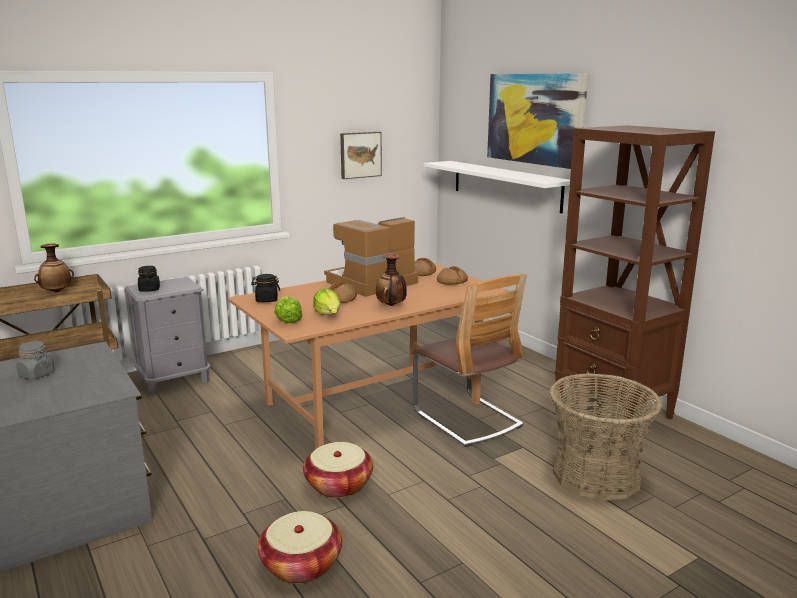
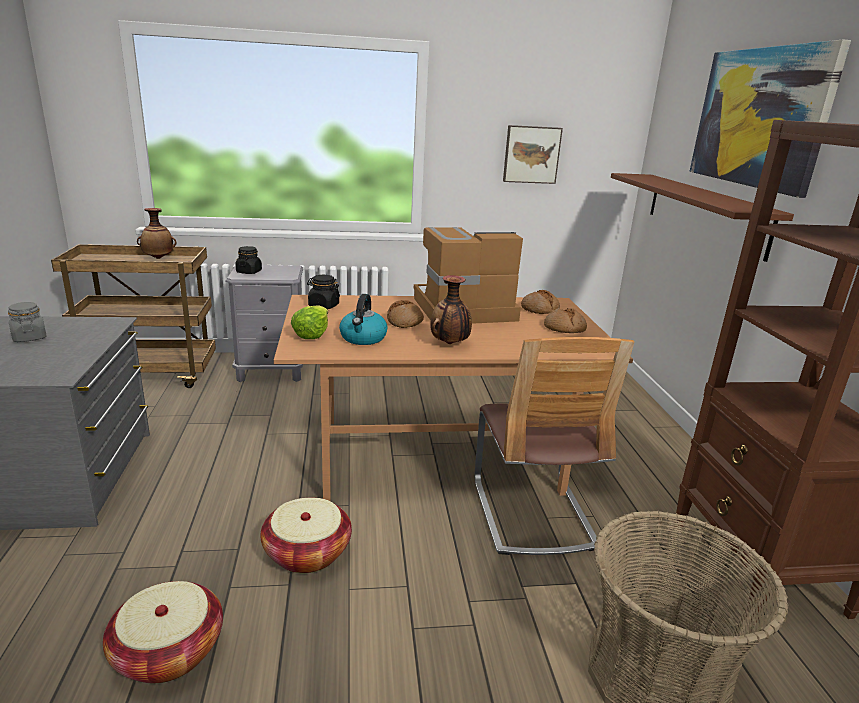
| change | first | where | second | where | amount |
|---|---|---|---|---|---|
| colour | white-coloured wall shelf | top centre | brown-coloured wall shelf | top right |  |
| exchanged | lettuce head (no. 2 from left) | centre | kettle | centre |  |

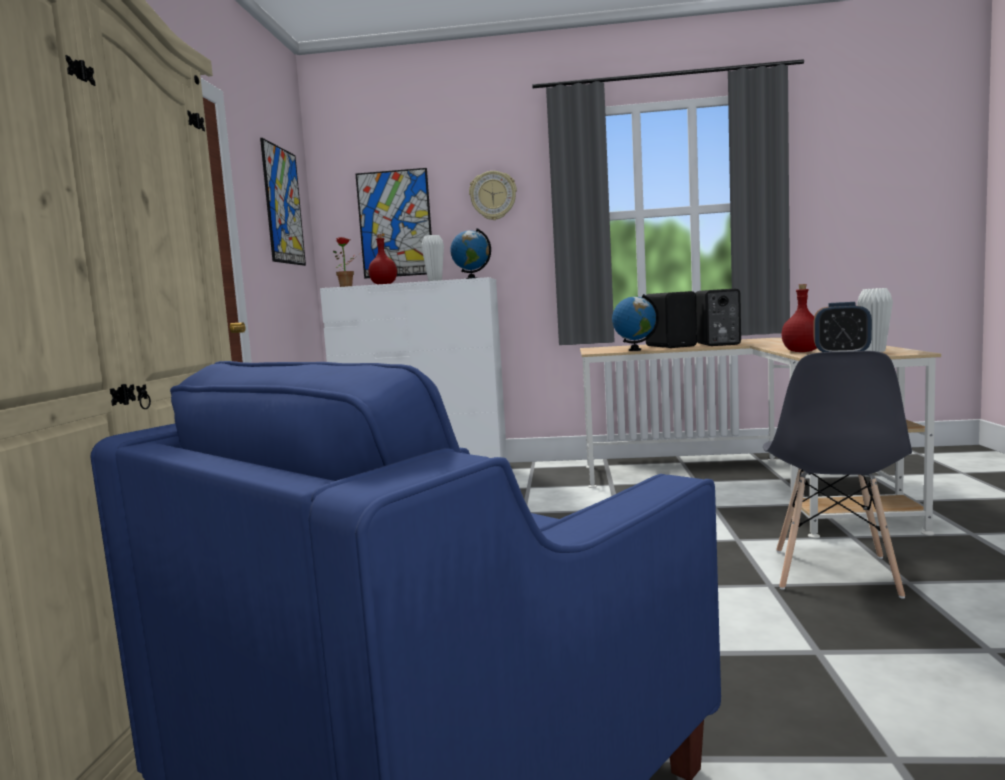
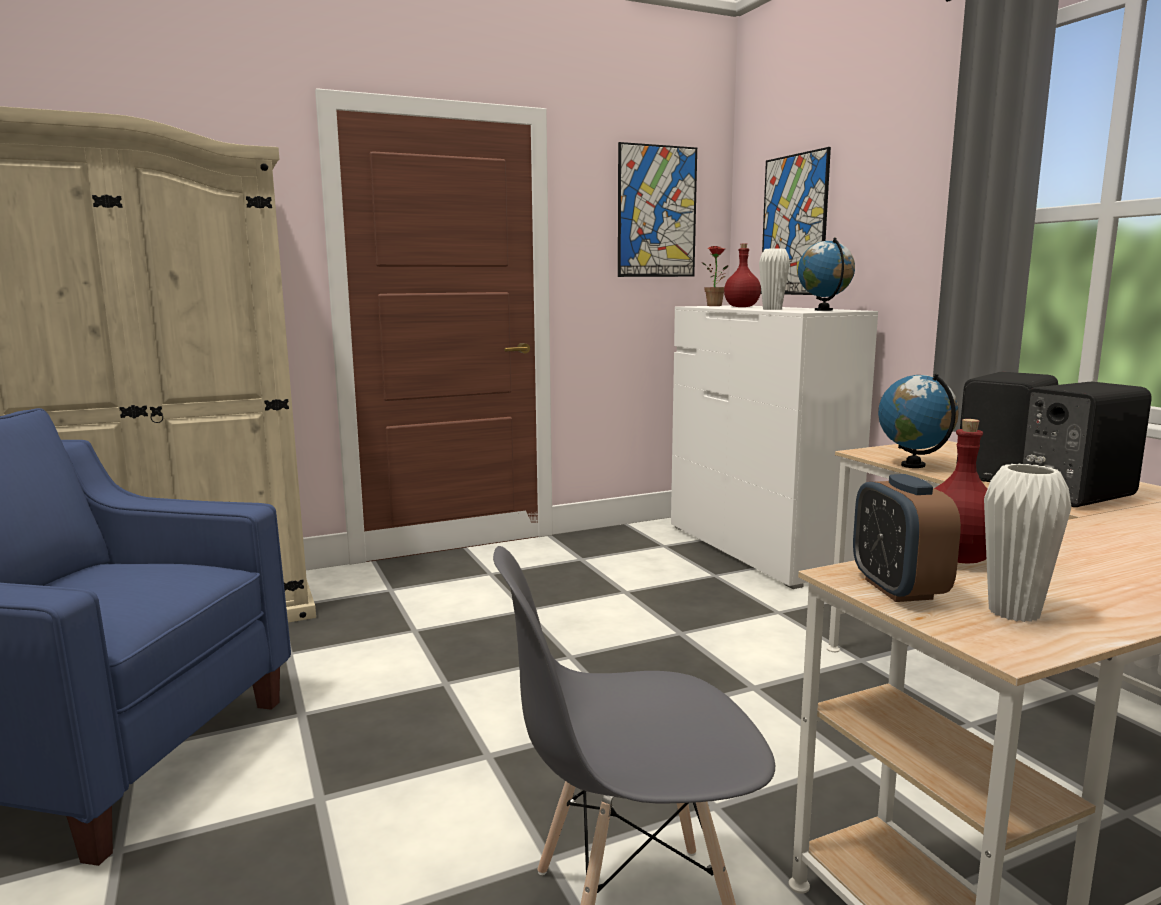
| change | first | where | second | where | amount |
|---|---|---|---|---|---|
| missing | clock on the wall | top centre |  |  |  |

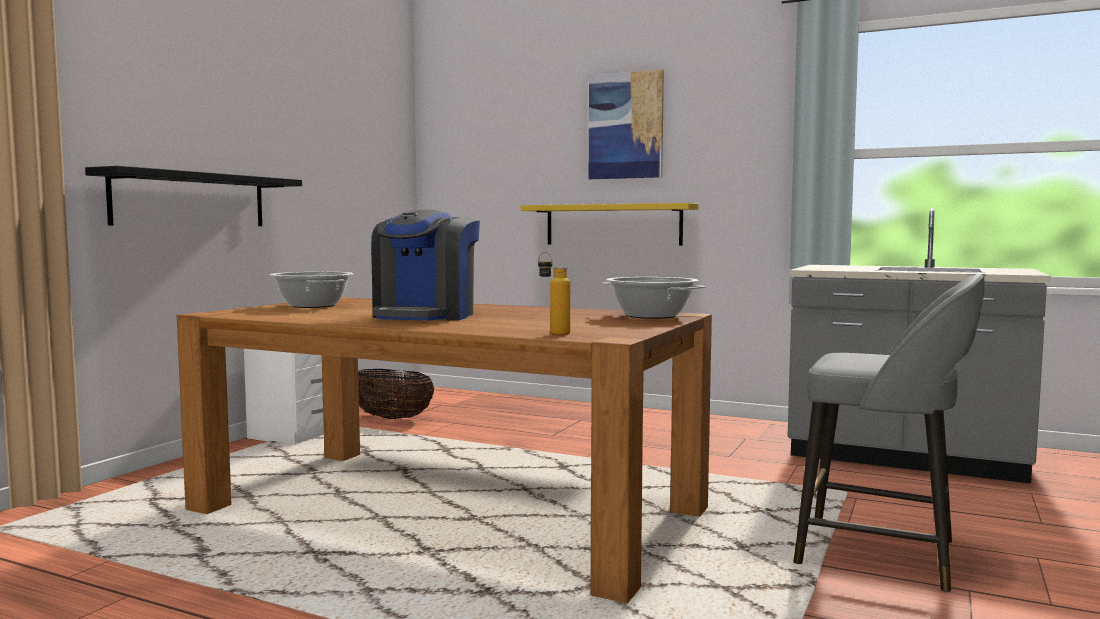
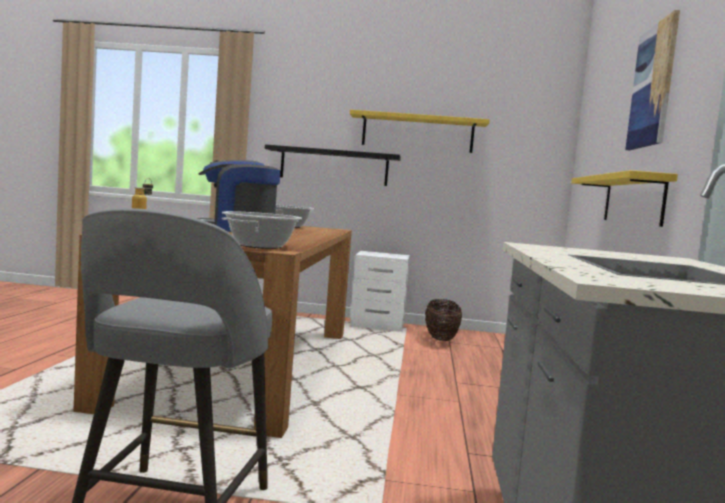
| change | first | where | second | where | amount |
|---|---|---|---|---|---|
| appeared |  |  | yellow wall shelf (no. 1 from left) | top centre |  |

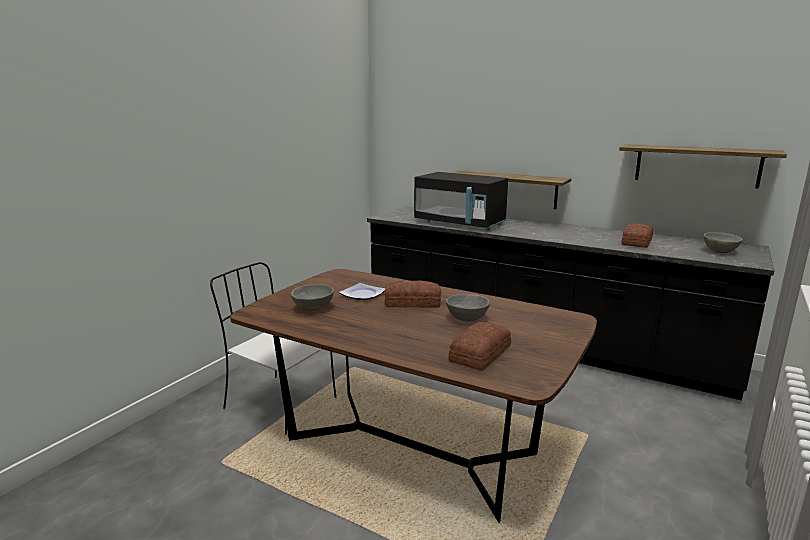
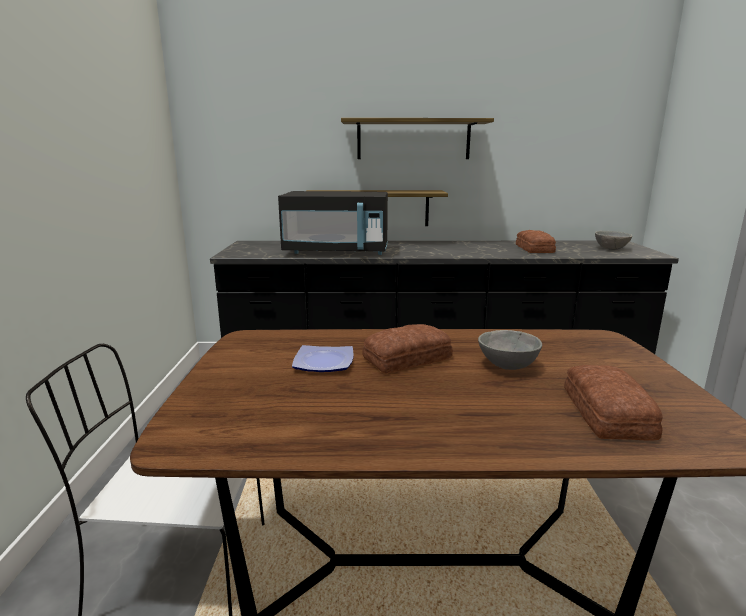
| change | first | where | second | where | amount |
|---|---|---|---|---|---|
| relocated | wall shelf (no. 2 from left) | top right |  | top centre |  |
| missing | greyish serving bowl (no. 1 from left) | centre |  |  |  |

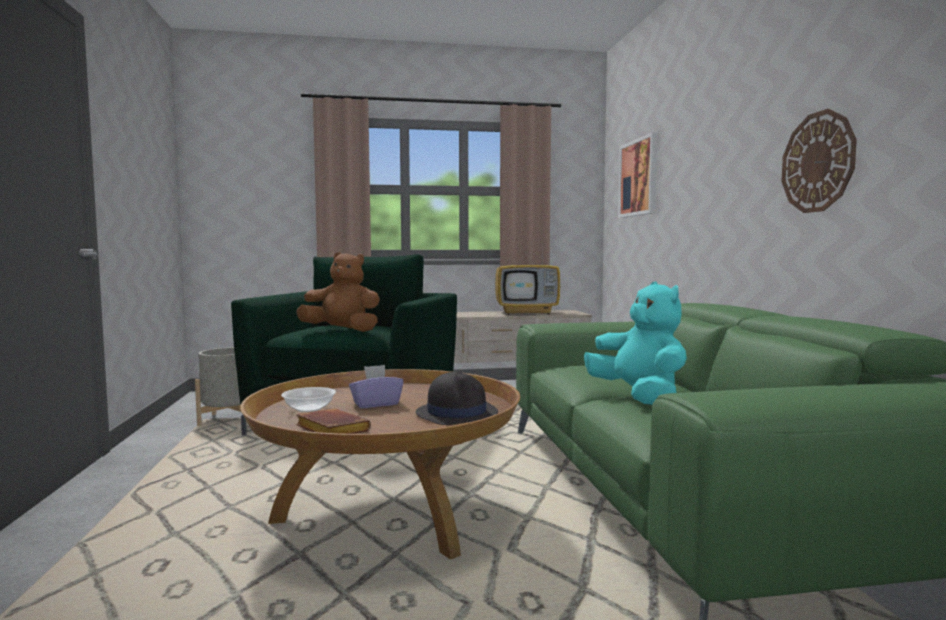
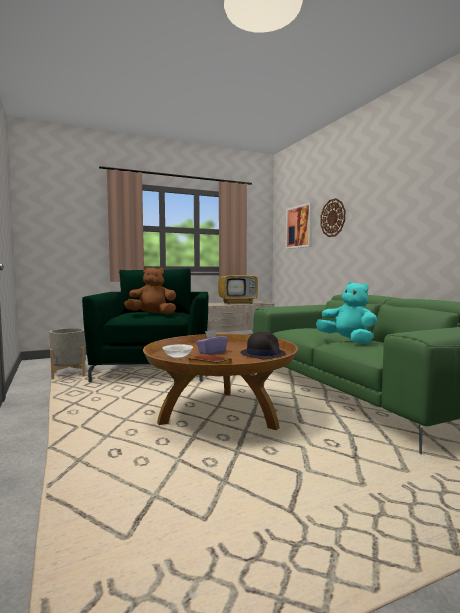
| change | first | where | second | where | amount |
|---|---|---|---|---|---|
| relocated | clock on the wall | top right |  | middle right |  |

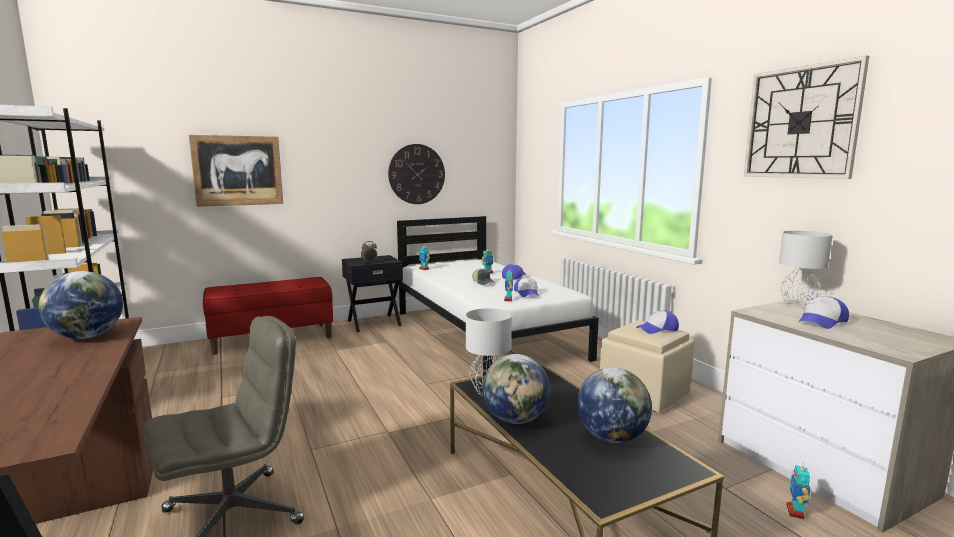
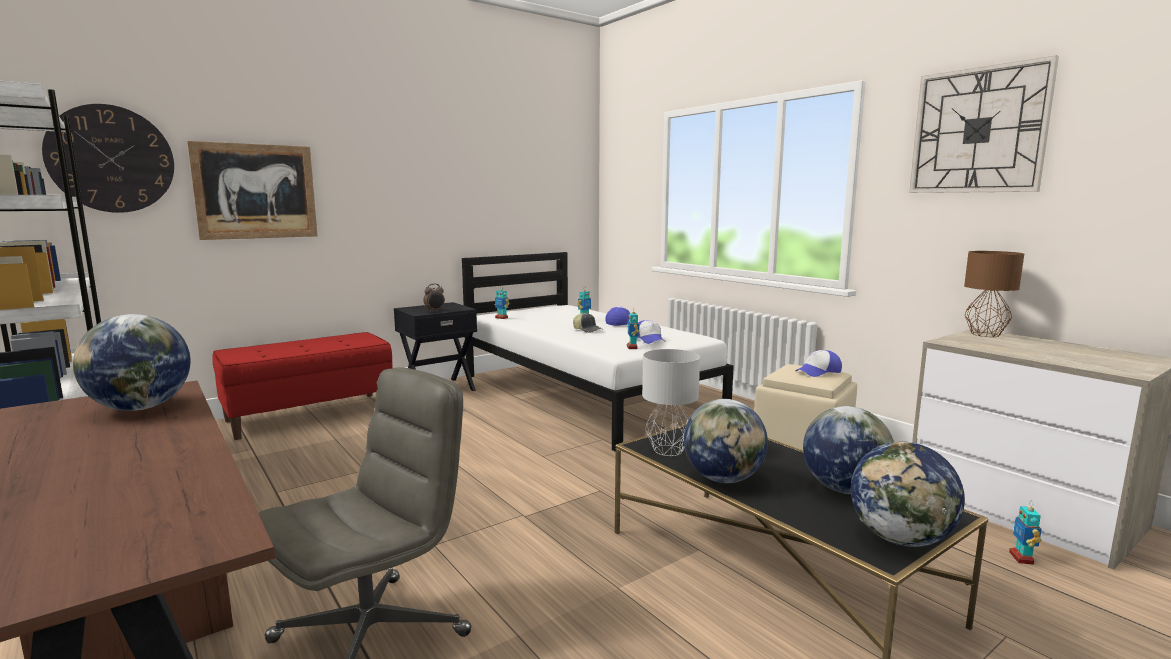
| change | first | where | second | where | amount |
|---|---|---|---|---|---|
| relocated | clock on the wall (no. 1 from left) | top centre |  | top left |  |
| colour | greyish tabletop lamp (no. 2 from left) | middle right | brown-coloured tabletop lamp | middle right |  |
| missing | peaked cap (no. 5 from left) | middle right |  |  |  |
| appeared |  |  | world globe (no. 4 from left) | bottom right |  |

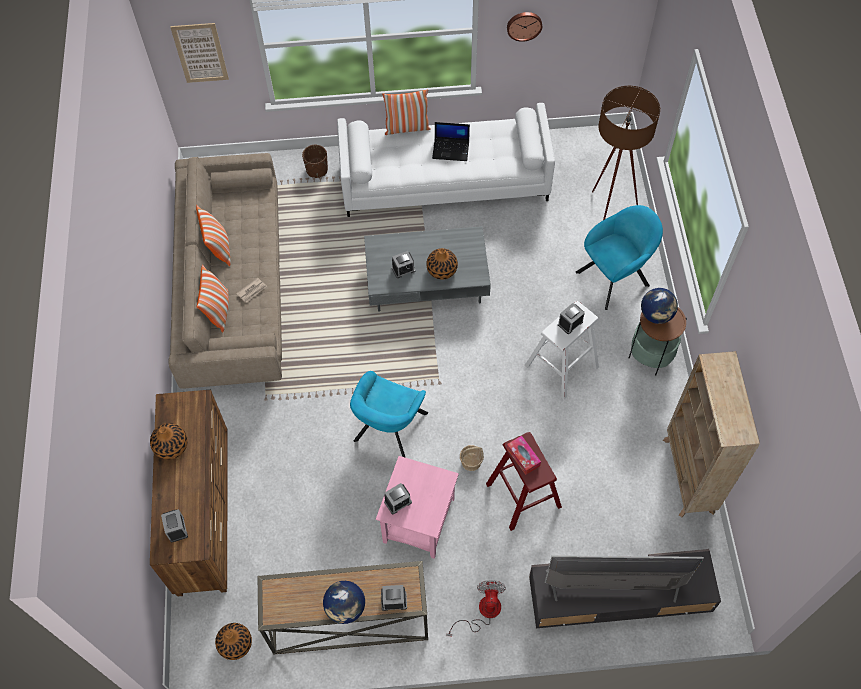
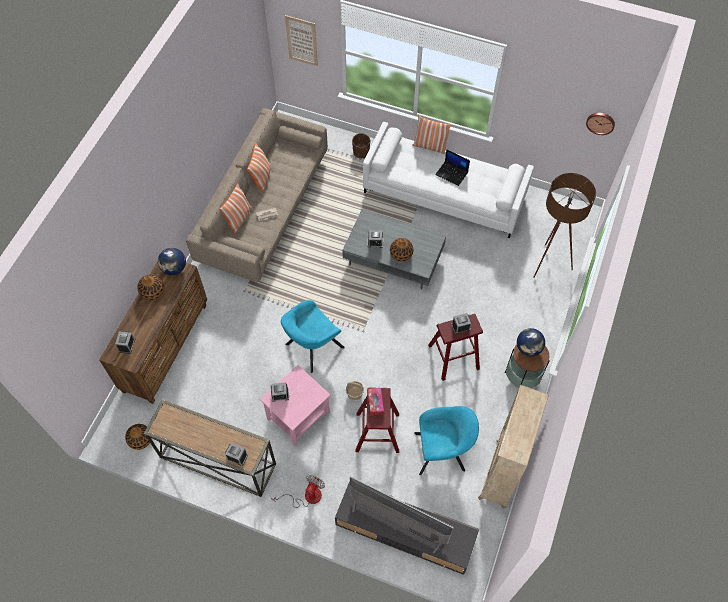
| change | first | where | second | where | amount |
|---|---|---|---|---|---|
| relocated | clock on the wall | top centre |  | top right |  |
| relocated | blue-green lounge chair (no. 2 from left) | middle right |  | bottom centre |  |
| colour | white-coloured sitting stool | centre | red sitting stool (no. 2 from left) | centre |  |
| relocated | world globe (no. 1 from left) | bottom centre |  | middle left |  |

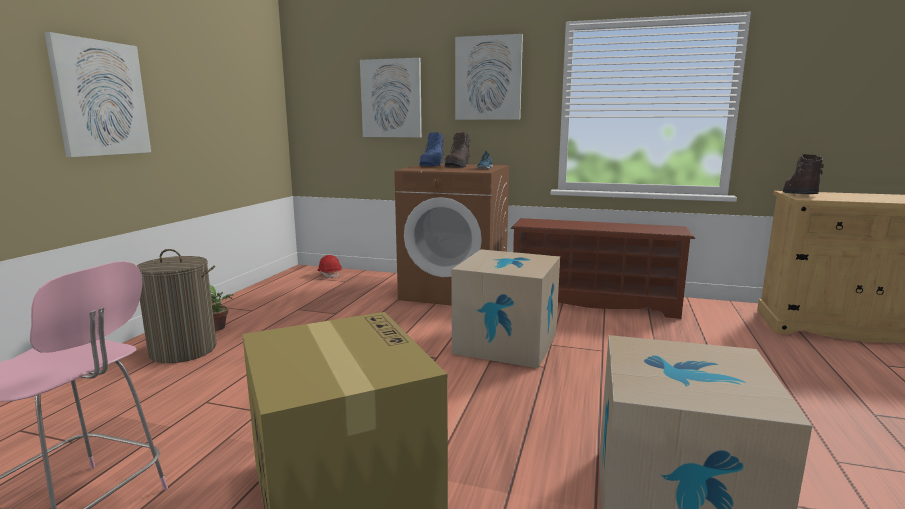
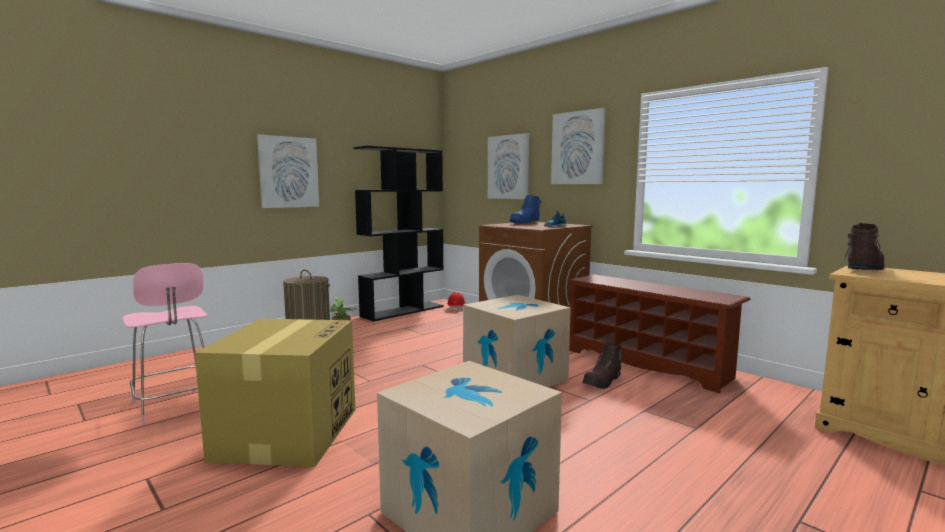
| change | first | where | second | where | amount |
|---|---|---|---|---|---|
| relocated | brown-coloured tall boot (no. 1 from left) | top centre |  | bottom centre |  |
| appeared |  |  | blackish bookshelf | centre |  |

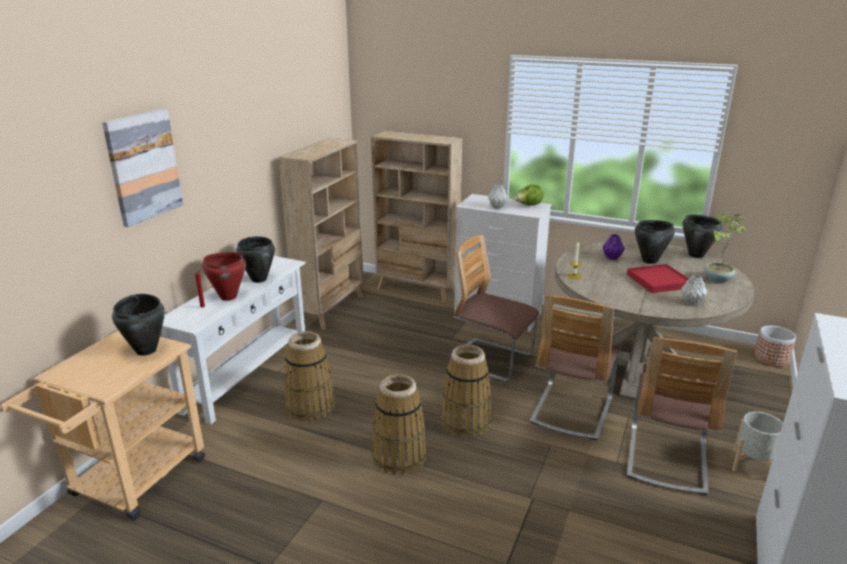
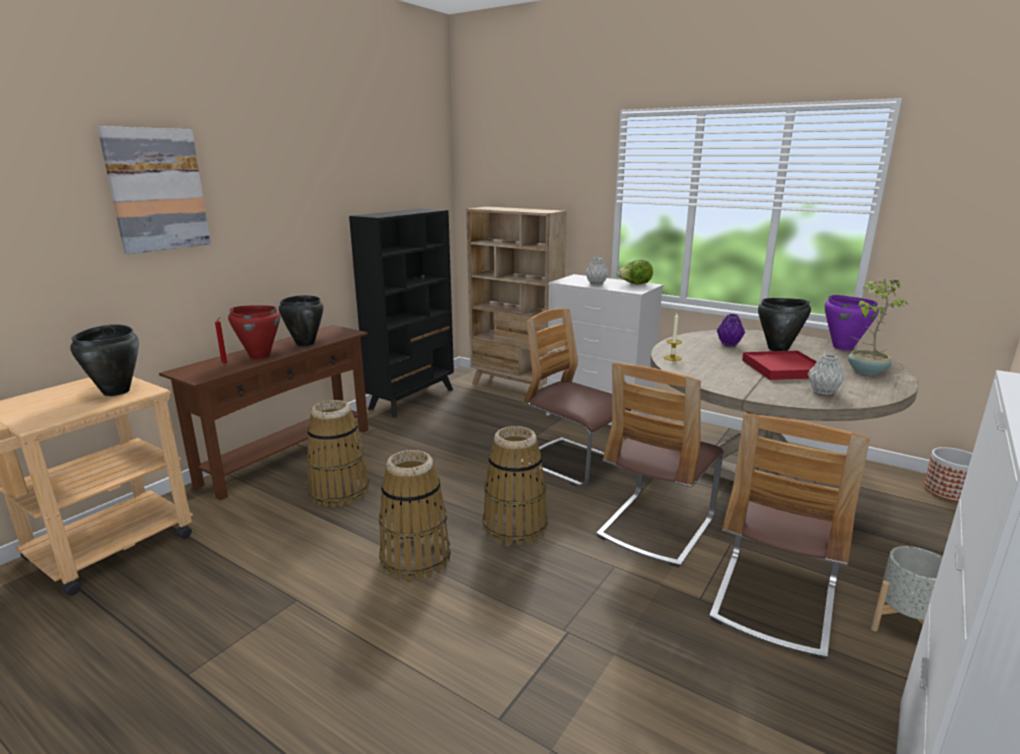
| change | first | where | second | where | amount |
|---|---|---|---|---|---|
| colour | beige-coloured bookshelf (no. 1 from left) | centre | blackish bookshelf | centre |  |
| colour | blackish cooking pot (no. 4 from left) | middle right | purple cooking pot | middle right |  |
| colour | white-coloured narrow table | middle left | brown-coloured narrow table | middle left |  |

